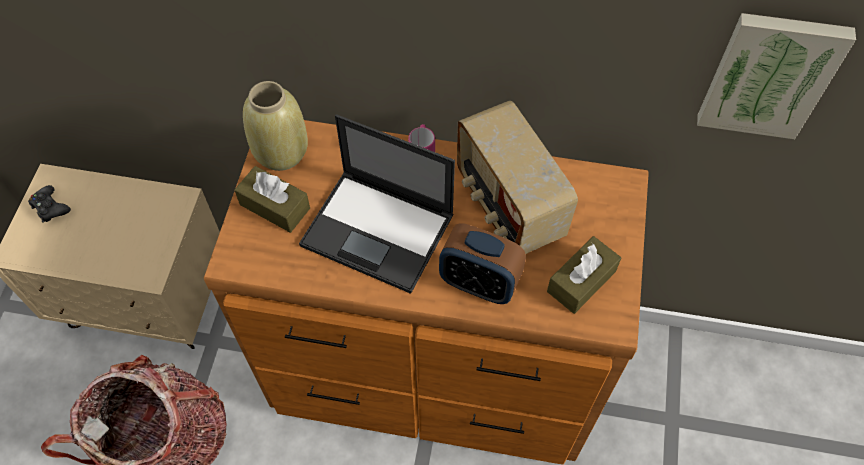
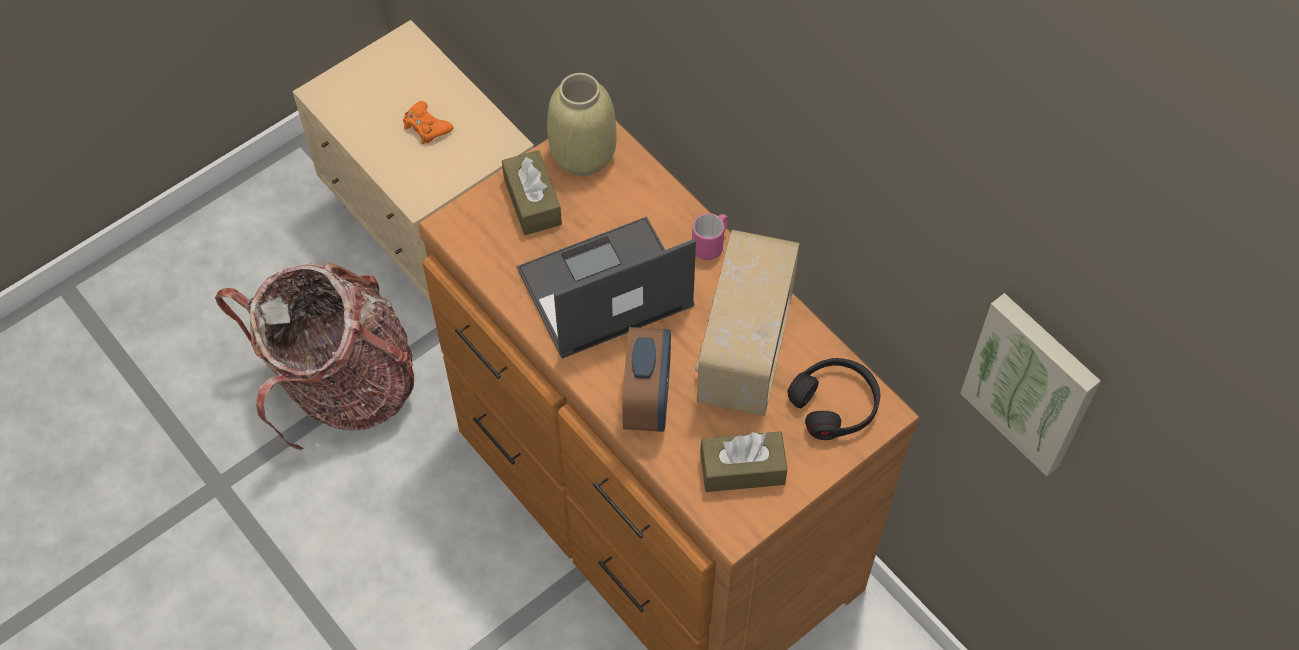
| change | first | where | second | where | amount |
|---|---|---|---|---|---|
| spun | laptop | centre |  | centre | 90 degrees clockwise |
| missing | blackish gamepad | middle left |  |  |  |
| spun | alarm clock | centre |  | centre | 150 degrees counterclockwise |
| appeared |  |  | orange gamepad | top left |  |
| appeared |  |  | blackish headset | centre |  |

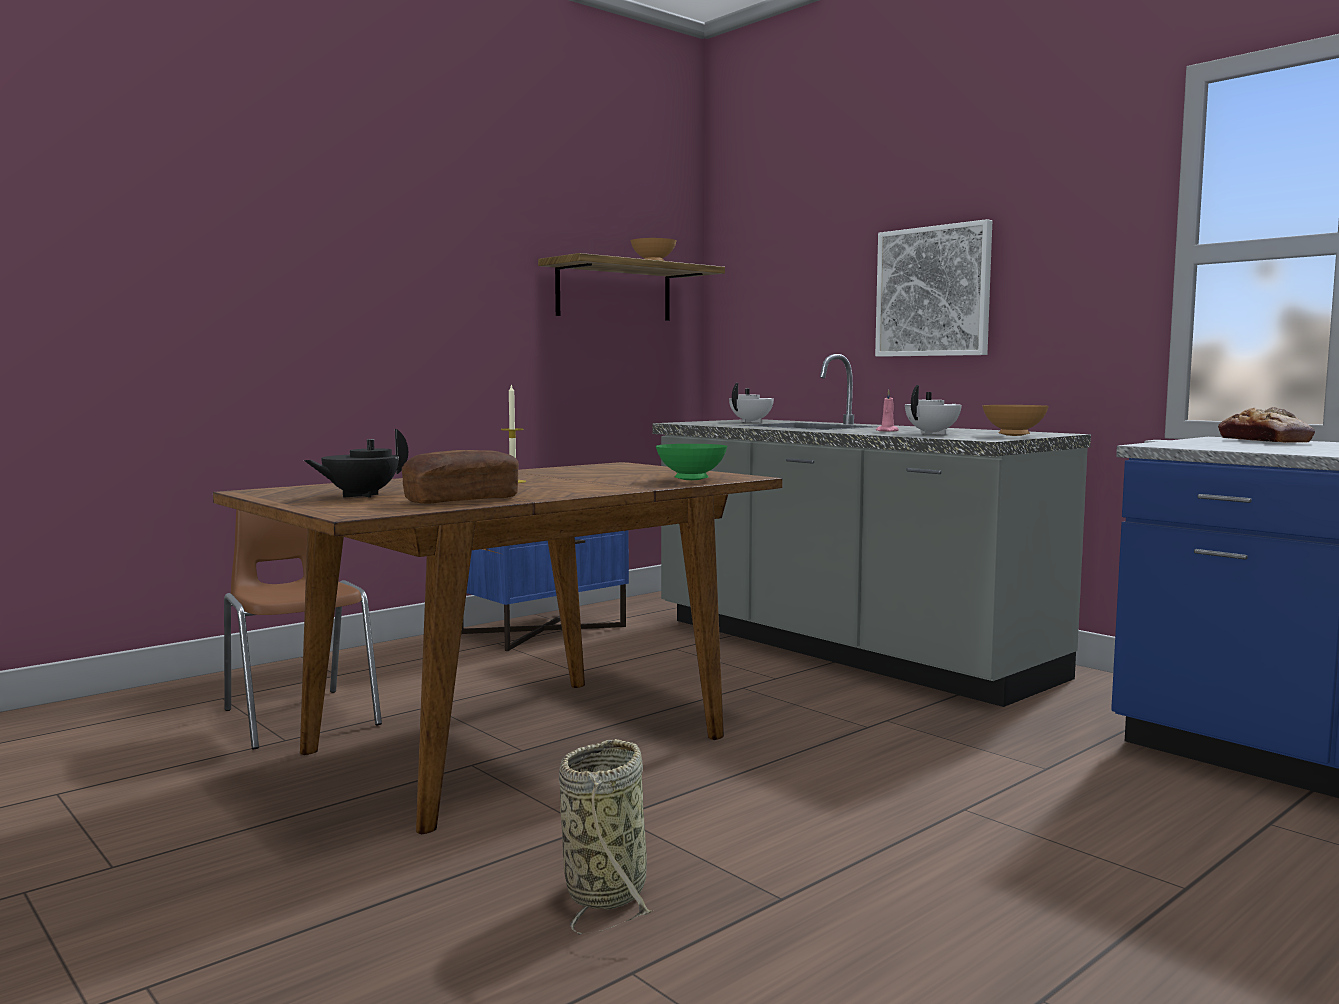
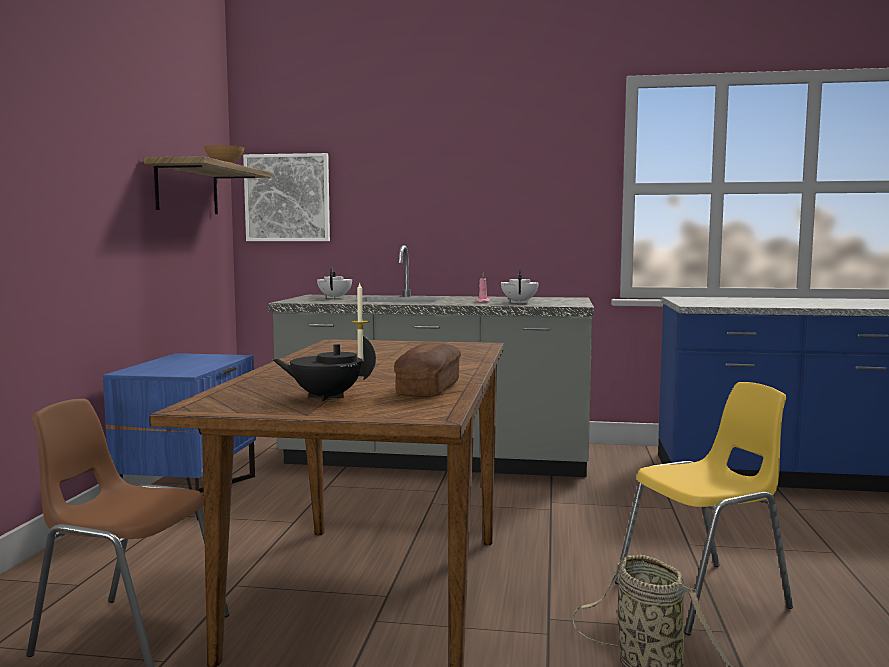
| change | first | where | second | where | amount |
|---|---|---|---|---|---|
| relocated | wall picture | top right |  | top left |  |
| missing | brown-coloured serving bowl (no. 2 from left) | middle right |  |  |  |
| missing | bakery bread (no. 2 from left) | middle right |  |  |  |
| spun | blackish tea pot | middle left |  | centre | 90 degrees clockwise |
| missing | green-coloured serving bowl | centre |  |  |  |
| appeared |  |  | yellow plain chair | bottom right |  |

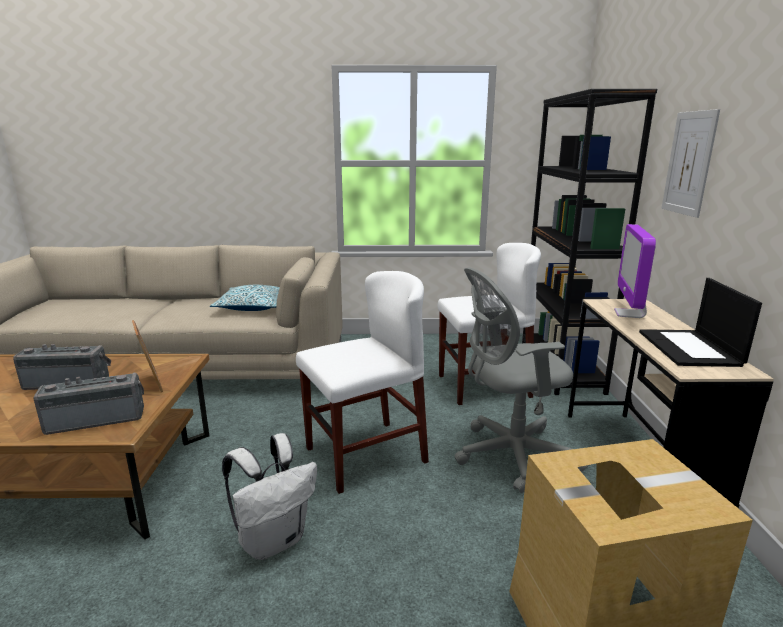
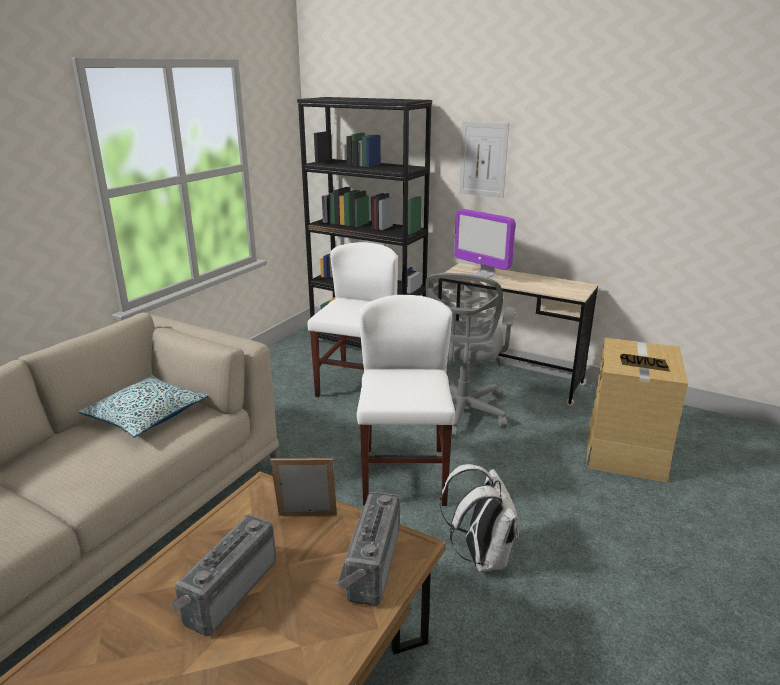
| change | first | where | second | where | amount |
|---|---|---|---|---|---|
| missing | laptop | middle right |  |  |  |

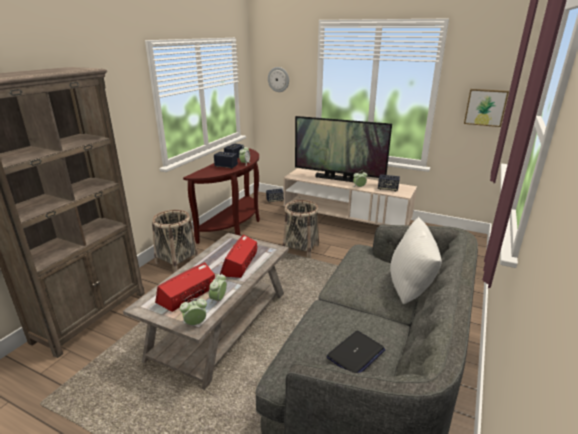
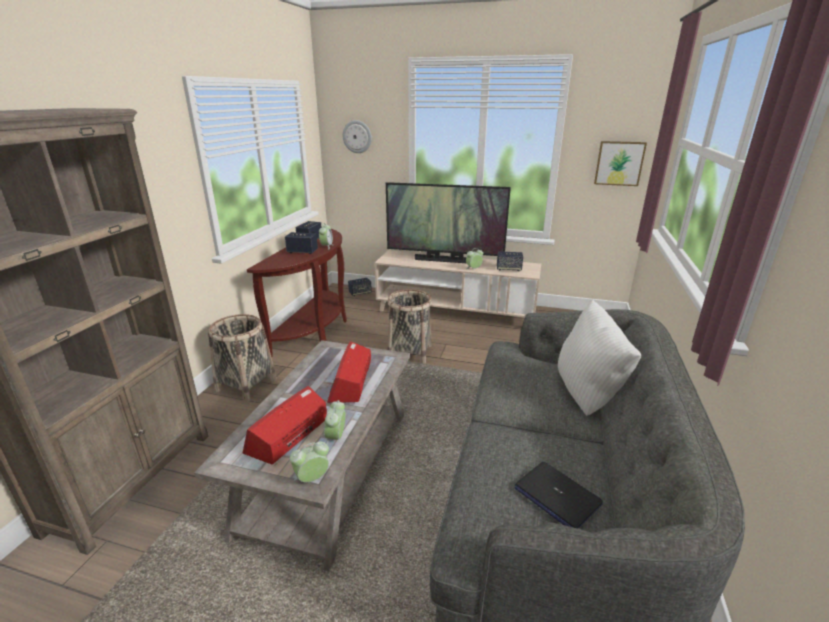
| change | first | where | second | where | amount |
|---|---|---|---|---|---|
| spun | laptop | bottom centre |  | bottom right | 105 degrees clockwise |

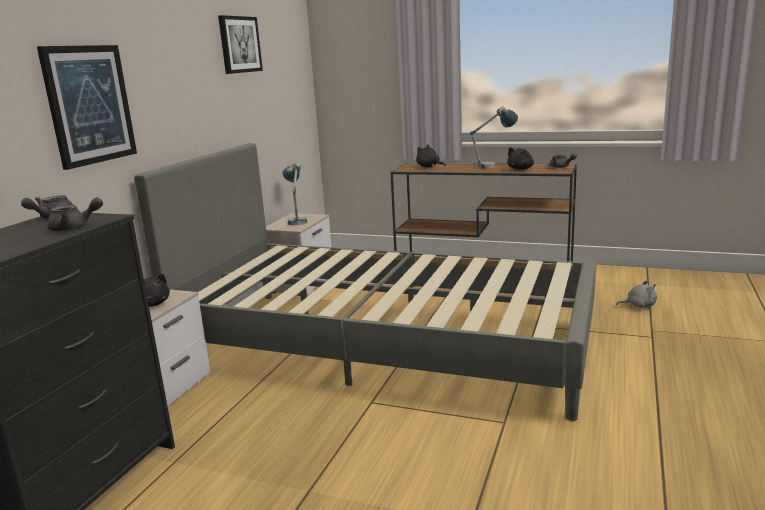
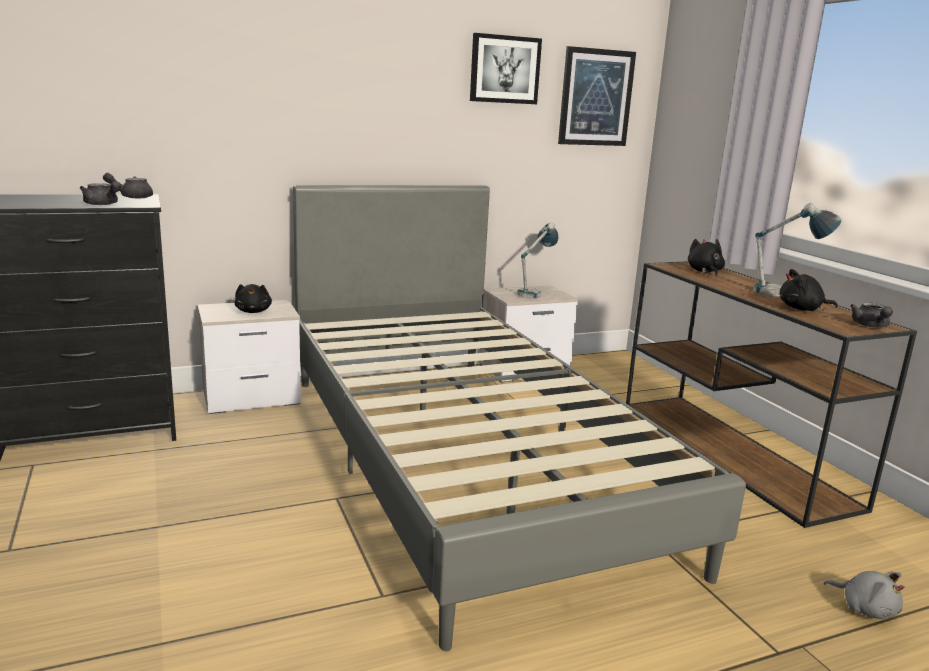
| change | first | where | second | where | amount |
|---|---|---|---|---|---|
| relocated | wall picture (no. 1 from left in the first image) | top left | wall picture (no. 2 from left) | top centre |  |

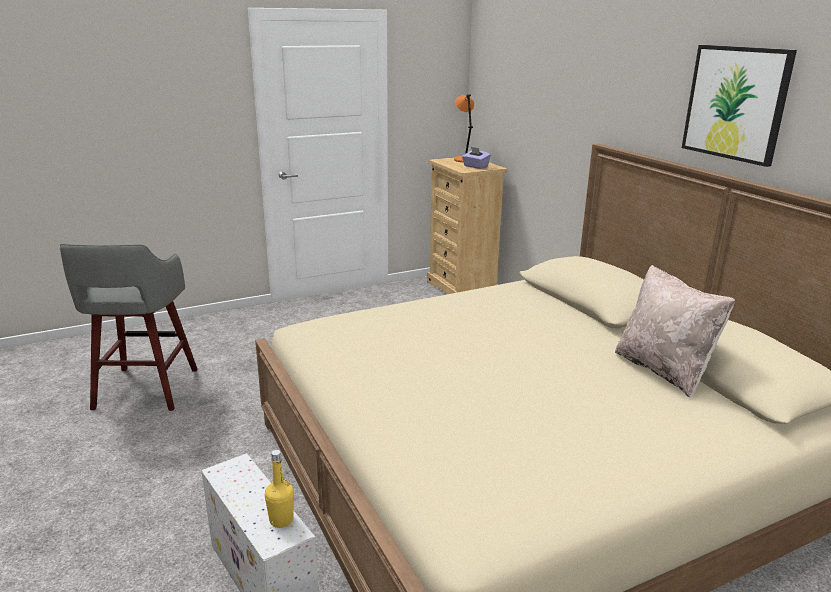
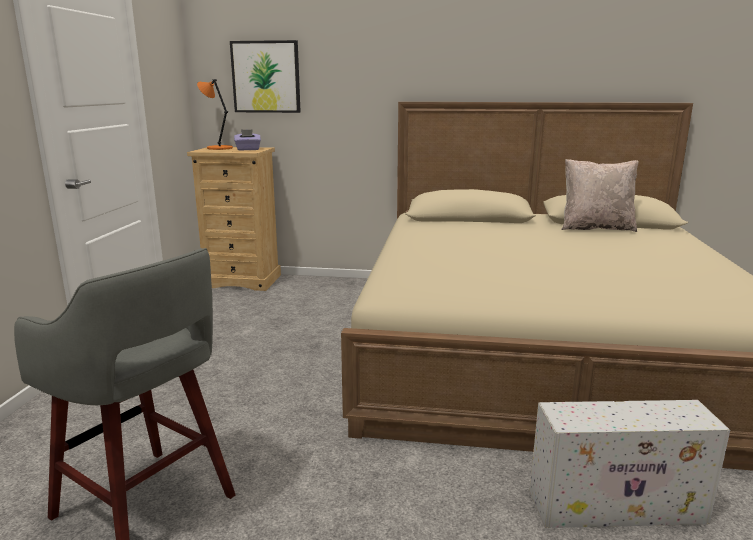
| change | first | where | second | where | amount |
|---|---|---|---|---|---|
| relocated | wall picture | top right |  | top centre |  |
| missing | yellow drink bottle | bottom centre |  |  |  |

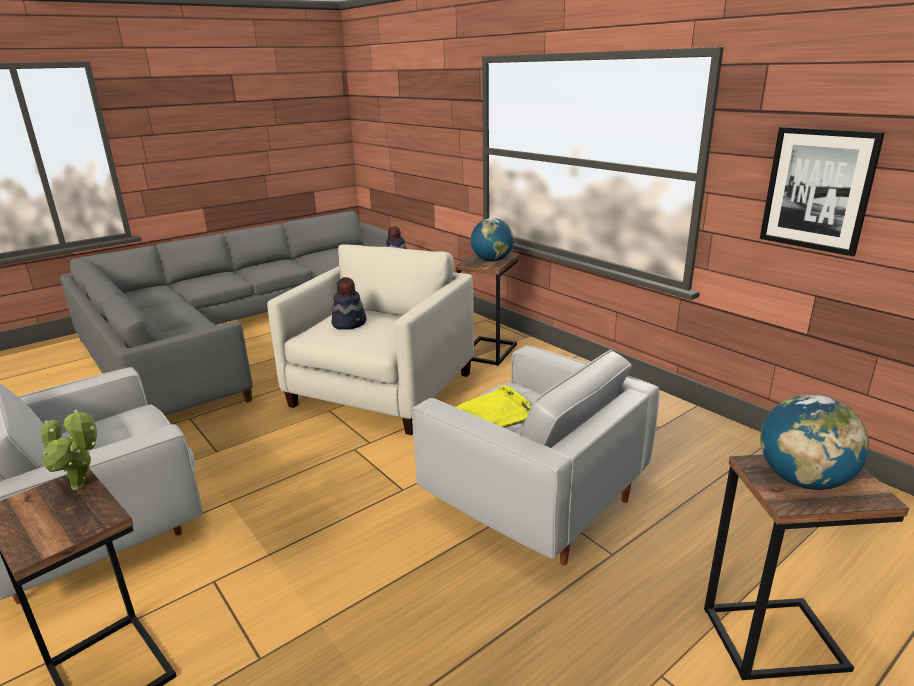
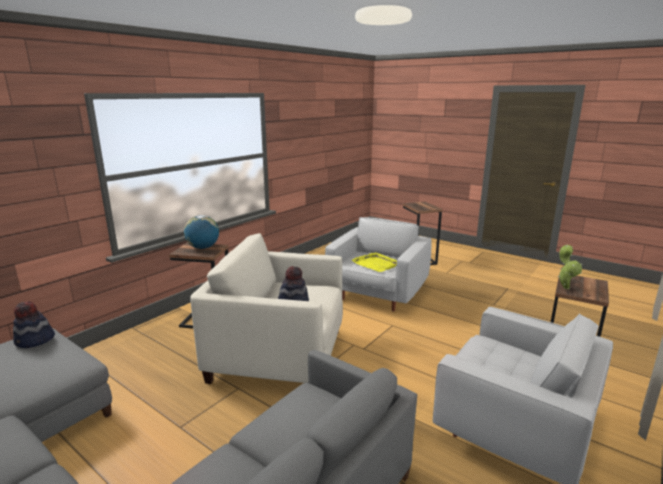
| change | first | where | second | where | amount |
|---|---|---|---|---|---|
| missing | wall picture | top right |  |  |  |
| missing | world globe (no. 2 from left) | middle right |  |  |  |

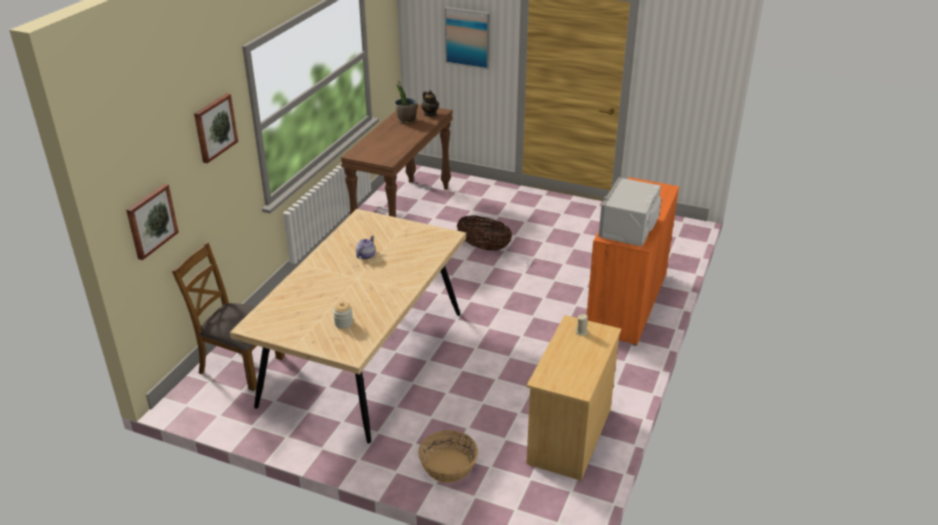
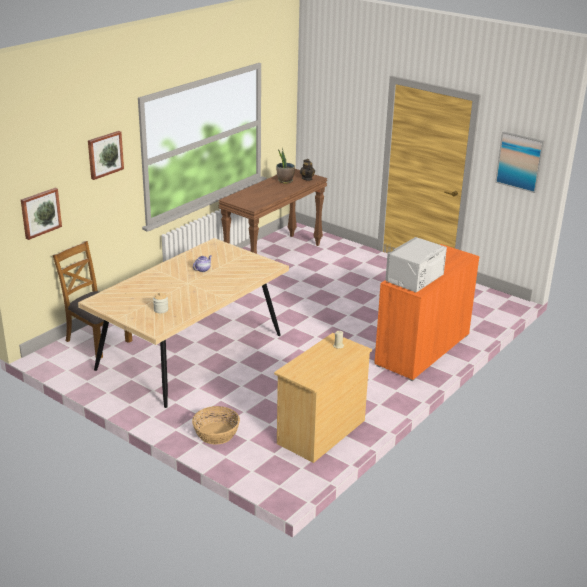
| change | first | where | second | where | amount |
|---|---|---|---|---|---|
| relocated | wall picture (no. 3 from left) | top centre |  | top right |  |
| missing | storage basket (no. 2 from left) | centre |  |  |  |

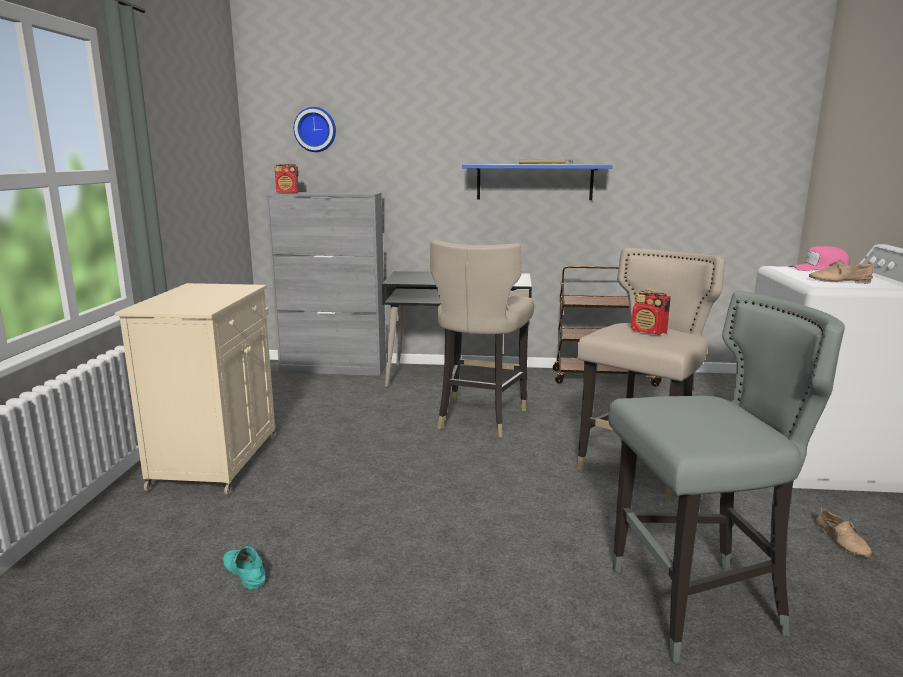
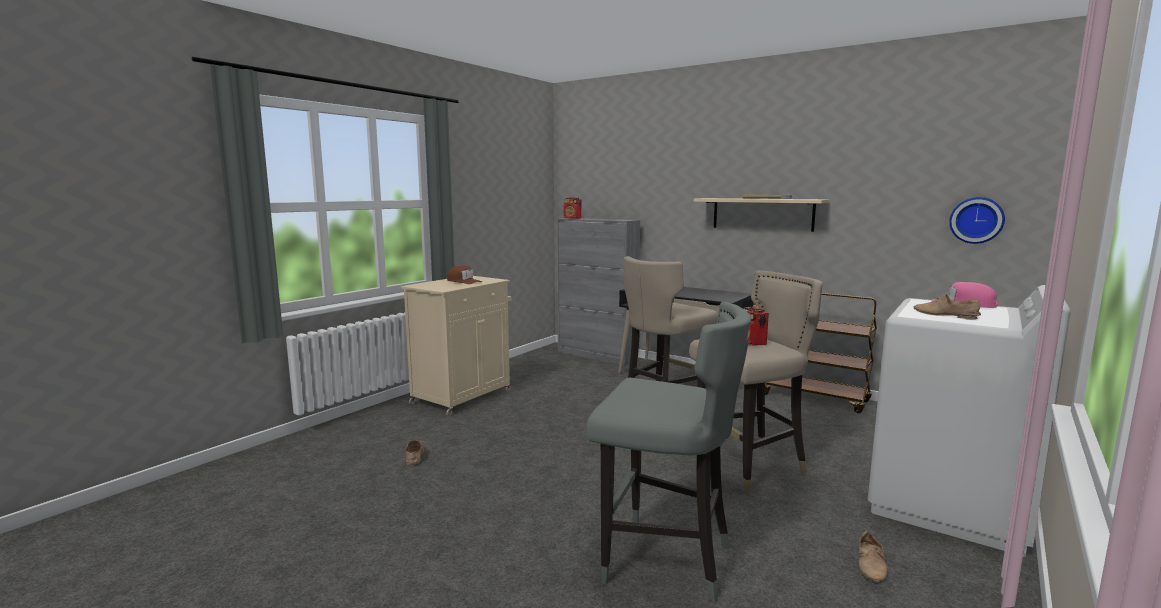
| change | first | where | second | where | amount |
|---|---|---|---|---|---|
| relocated | clock on the wall | top centre |  | middle right |  |
| colour | bluish wall shelf | top centre | beige-coloured wall shelf | centre |  |
| colour | blue-green low shoe | bottom left | beige-coloured low shoe (no. 1 from left) | bottom centre |  |
| appeared |  |  | brown-coloured peaked cap | centre |  |

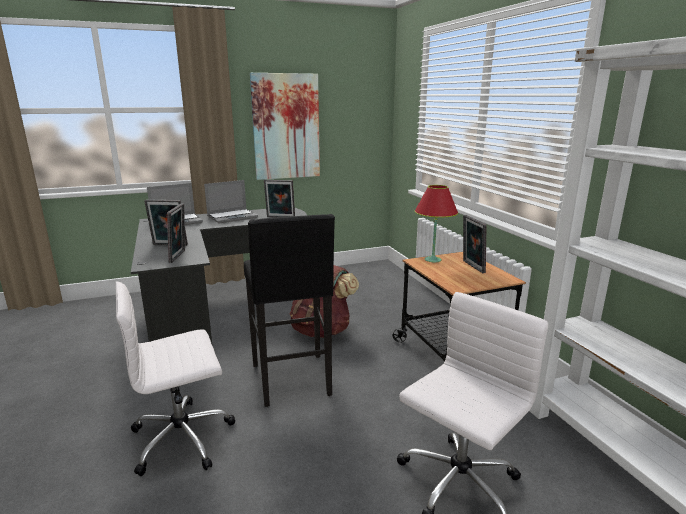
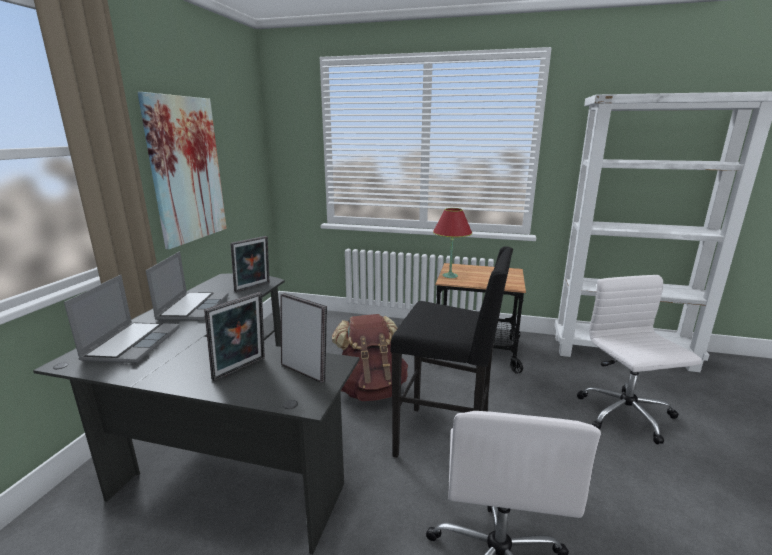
| change | first | where | second | where | amount |
|---|---|---|---|---|---|
| missing | photo frame (no. 4 from left) | middle right |  |  |  |

